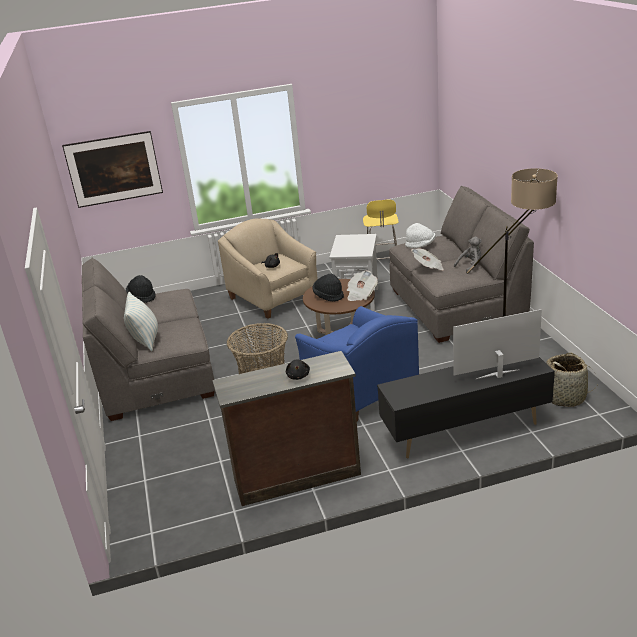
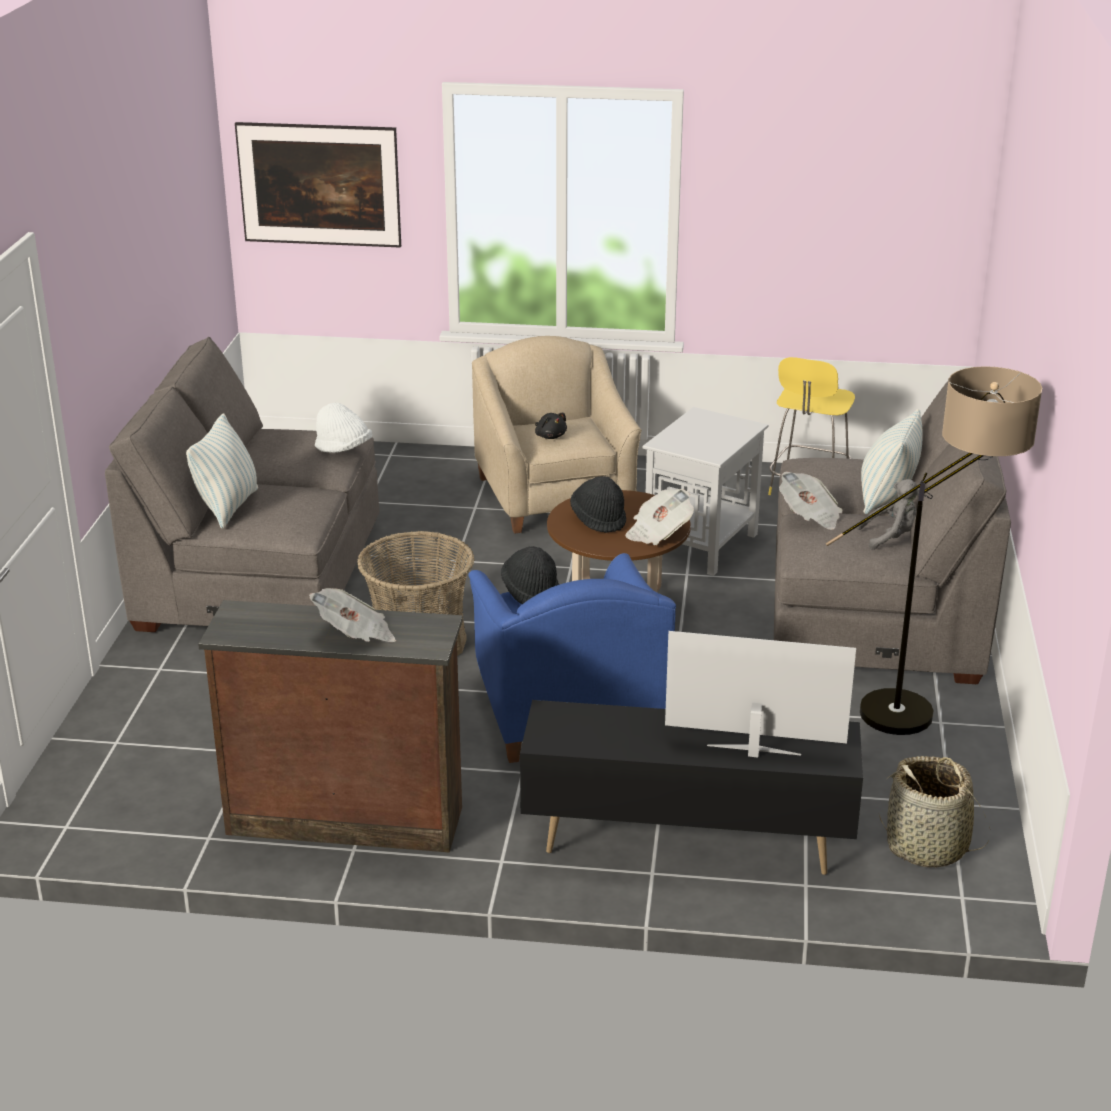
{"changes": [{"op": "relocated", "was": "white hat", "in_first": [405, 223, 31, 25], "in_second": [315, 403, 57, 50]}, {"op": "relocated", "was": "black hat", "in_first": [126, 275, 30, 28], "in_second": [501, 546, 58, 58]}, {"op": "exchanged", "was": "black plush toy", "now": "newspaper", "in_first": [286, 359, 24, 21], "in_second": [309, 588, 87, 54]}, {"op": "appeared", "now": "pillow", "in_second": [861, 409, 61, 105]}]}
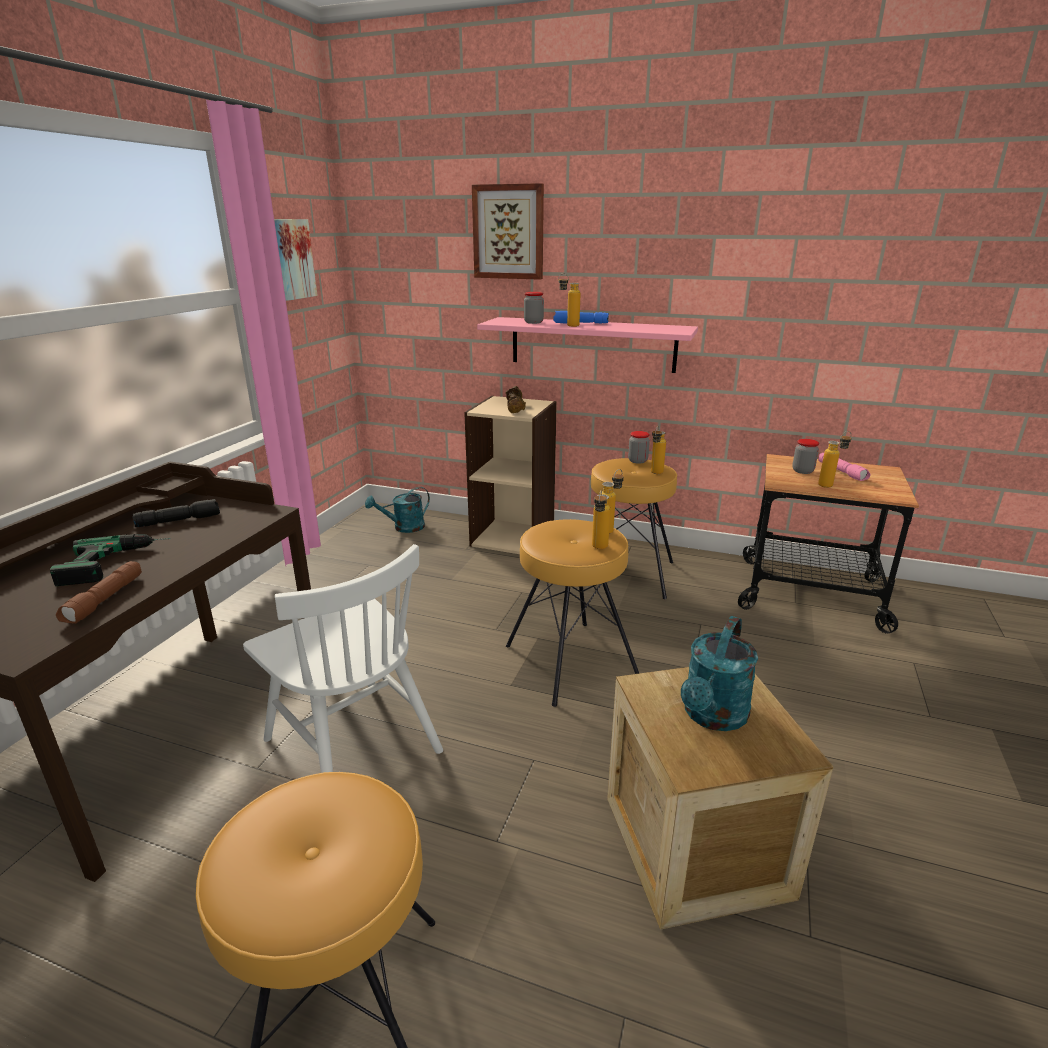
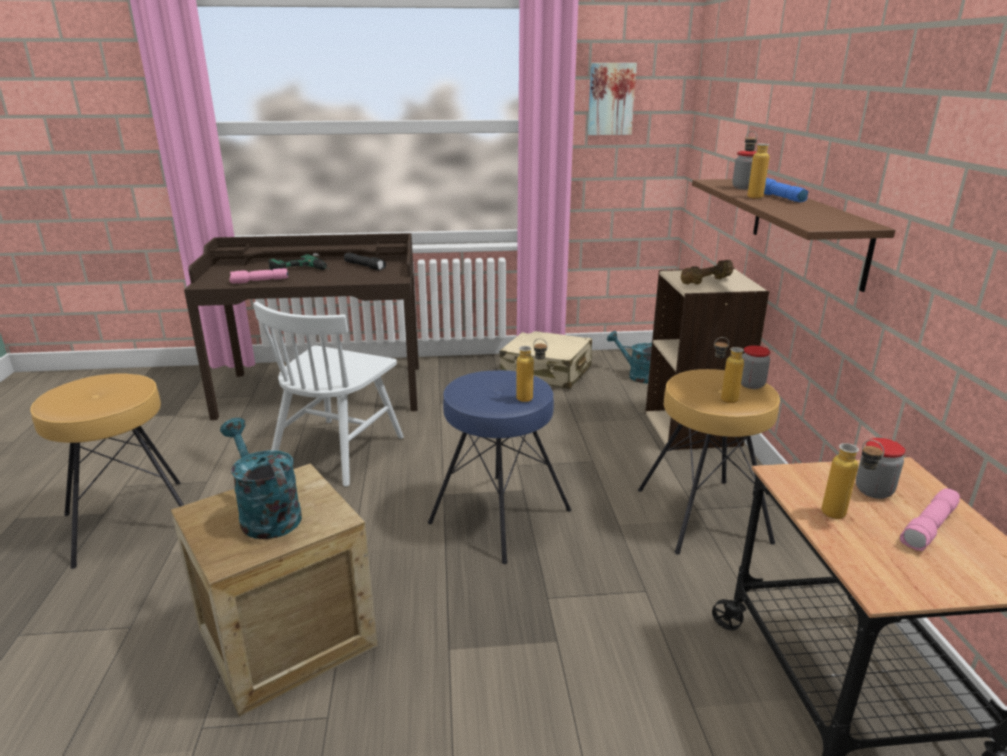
{"changes": [{"op": "missing", "was": "picture", "in_first": [472, 183, 72, 97]}, {"op": "colour", "was": "pink shelf", "now": "brown shelf", "in_first": [477, 317, 221, 56], "in_second": [692, 179, 204, 113]}, {"op": "missing", "was": "bottle", "in_first": [592, 490, 18, 59]}, {"op": "colour", "was": "brown stool", "now": "blue stool", "in_first": [506, 519, 133, 188], "in_second": [428, 370, 143, 194]}, {"op": "colour", "was": "brown flashlight", "now": "pink flashlight", "in_first": [56, 561, 86, 63], "in_second": [229, 268, 59, 16]}, {"op": "spun", "was": "turquoise watering can", "in_first": [681, 616, 77, 115], "in_second": [220, 418, 82, 121], "clockwise": 45}, {"op": "appeared", "now": "beige suitcase", "in_second": [500, 331, 92, 58]}]}
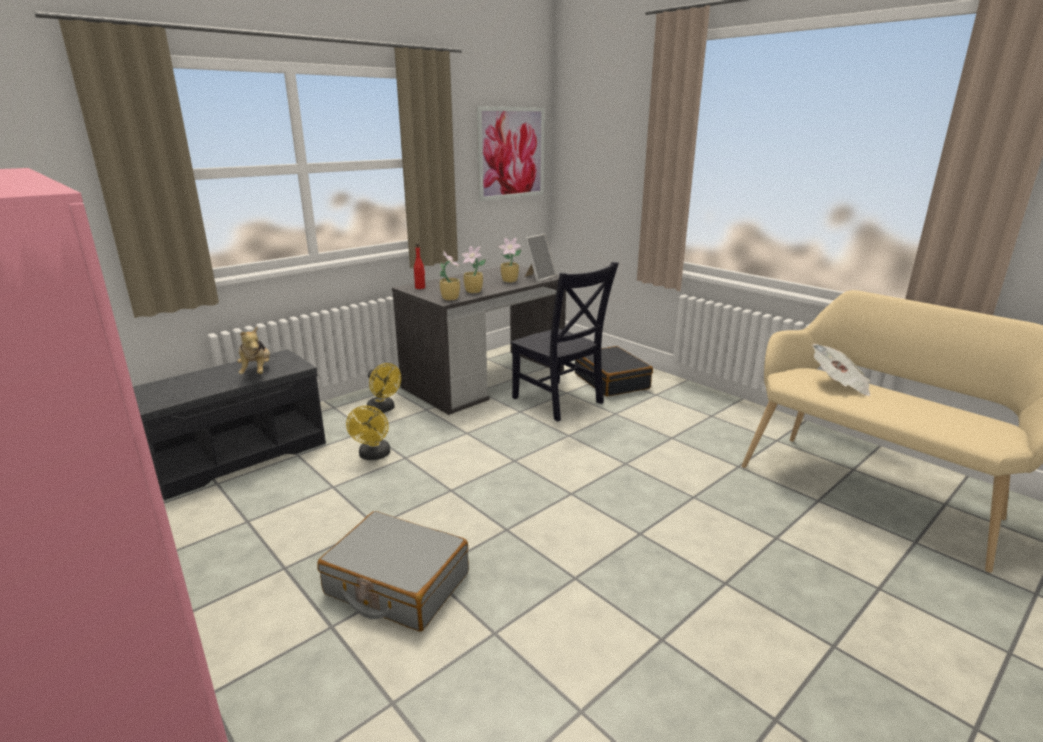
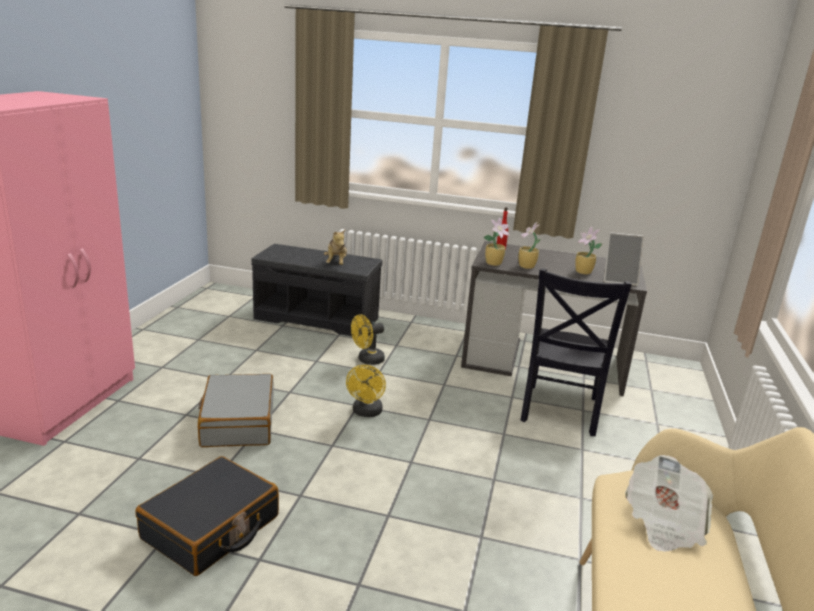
{"changes": [{"op": "missing", "was": "picture", "in_first": [477, 106, 68, 95]}, {"op": "spun", "was": "plush toy", "in_first": [237, 327, 33, 47], "in_second": [324, 230, 23, 35], "clockwise": -45}, {"op": "relocated", "was": "black suitcase", "in_first": [575, 346, 78, 51], "in_second": [135, 456, 144, 120]}, {"op": "relocated", "was": "yellow fan", "in_first": [367, 363, 34, 50], "in_second": [346, 365, 40, 52]}]}
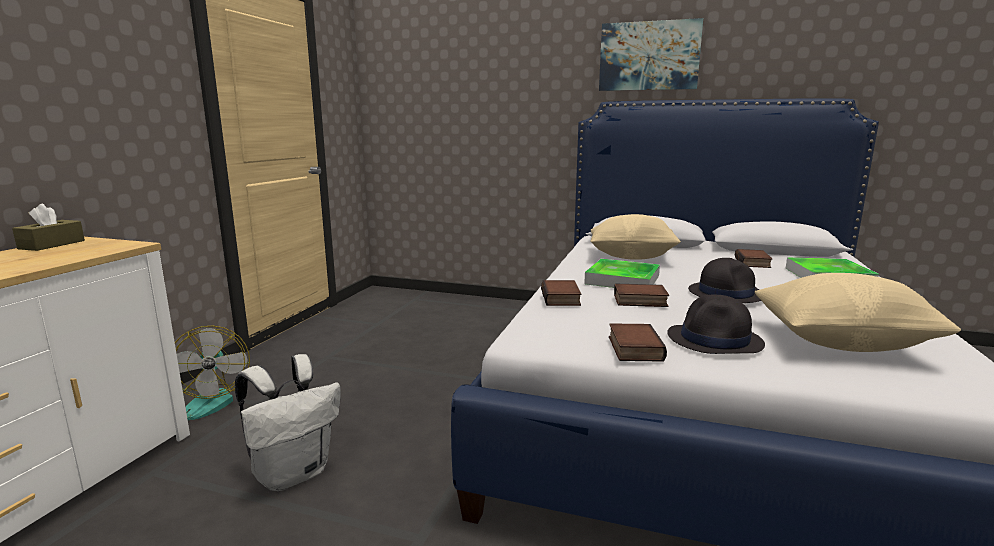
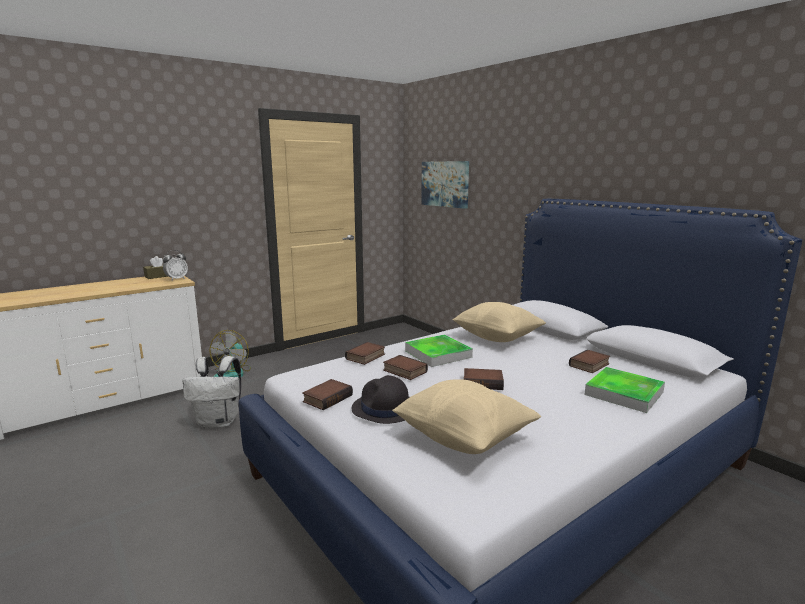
{"changes": [{"op": "relocated", "was": "picture", "in_first": [599, 18, 104, 73], "in_second": [421, 161, 48, 48]}, {"op": "exchanged", "was": "black hat", "now": "book", "in_first": [688, 258, 73, 45], "in_second": [464, 368, 40, 22]}, {"op": "appeared", "now": "alarm clock", "in_second": [163, 250, 25, 30]}]}
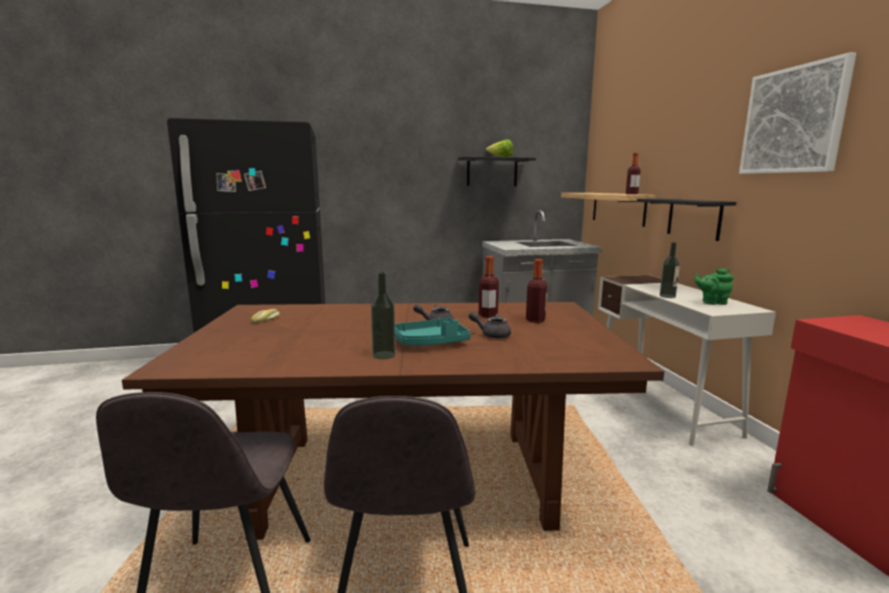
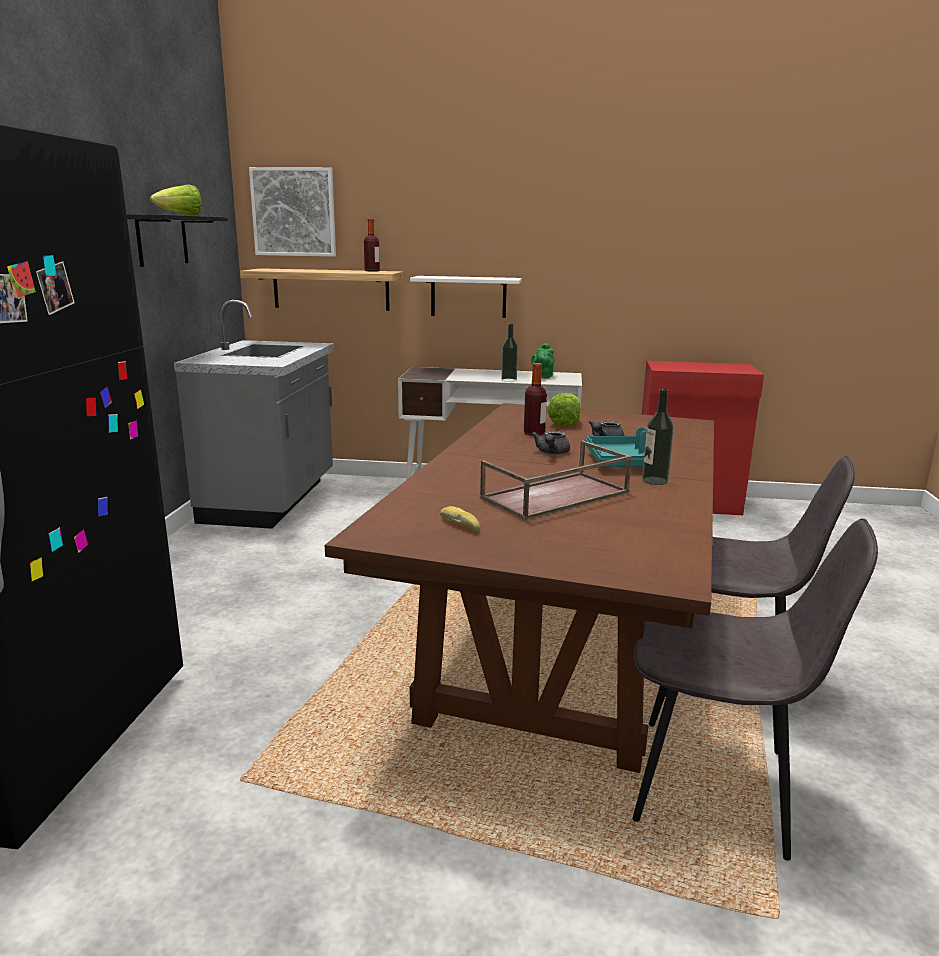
{"changes": [{"op": "relocated", "was": "picture", "in_first": [739, 52, 117, 122], "in_second": [249, 167, 87, 90]}, {"op": "colour", "was": "black shelf", "now": "white shelf", "in_first": [637, 199, 99, 42], "in_second": [410, 276, 112, 42]}, {"op": "exchanged", "was": "bottle", "now": "lettuce", "in_first": [526, 259, 21, 64], "in_second": [547, 393, 34, 34]}, {"op": "appeared", "now": "brown tray", "in_second": [480, 441, 152, 79]}]}
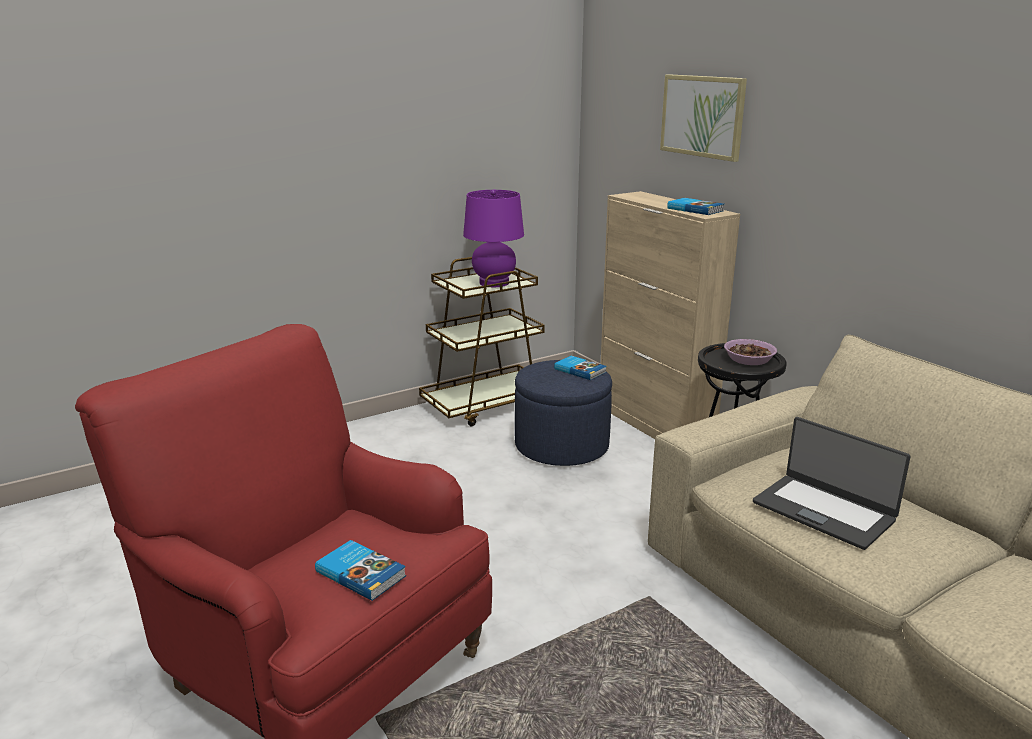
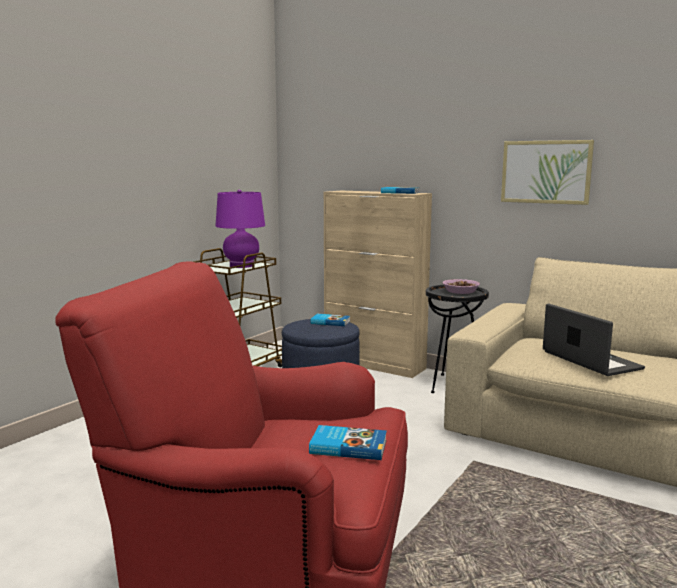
{"changes": [{"op": "relocated", "was": "picture", "in_first": [660, 74, 87, 88], "in_second": [501, 140, 93, 65]}, {"op": "spun", "was": "laptop", "in_first": [753, 417, 158, 133], "in_second": [543, 304, 102, 72], "clockwise": -135}]}
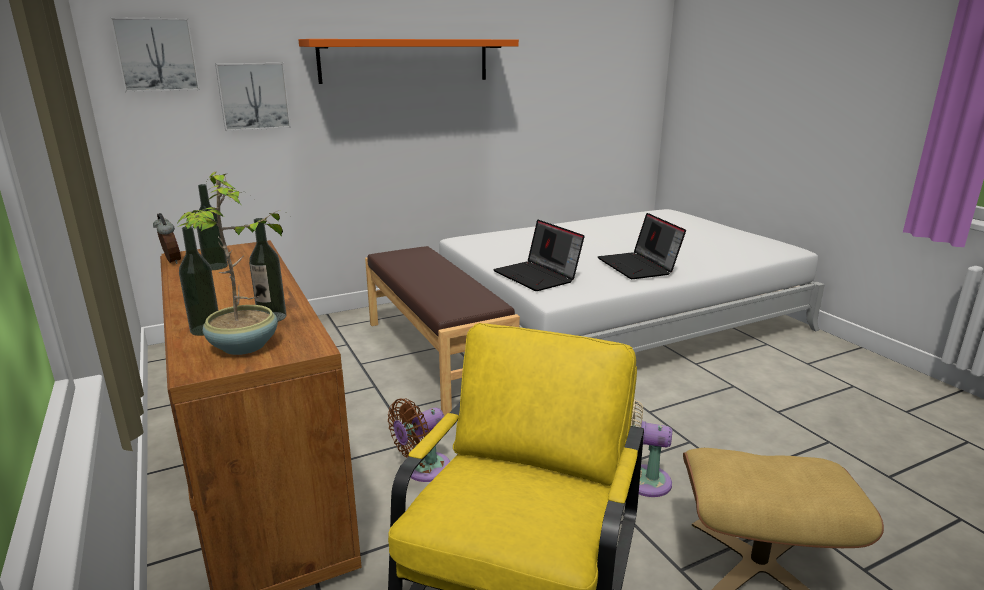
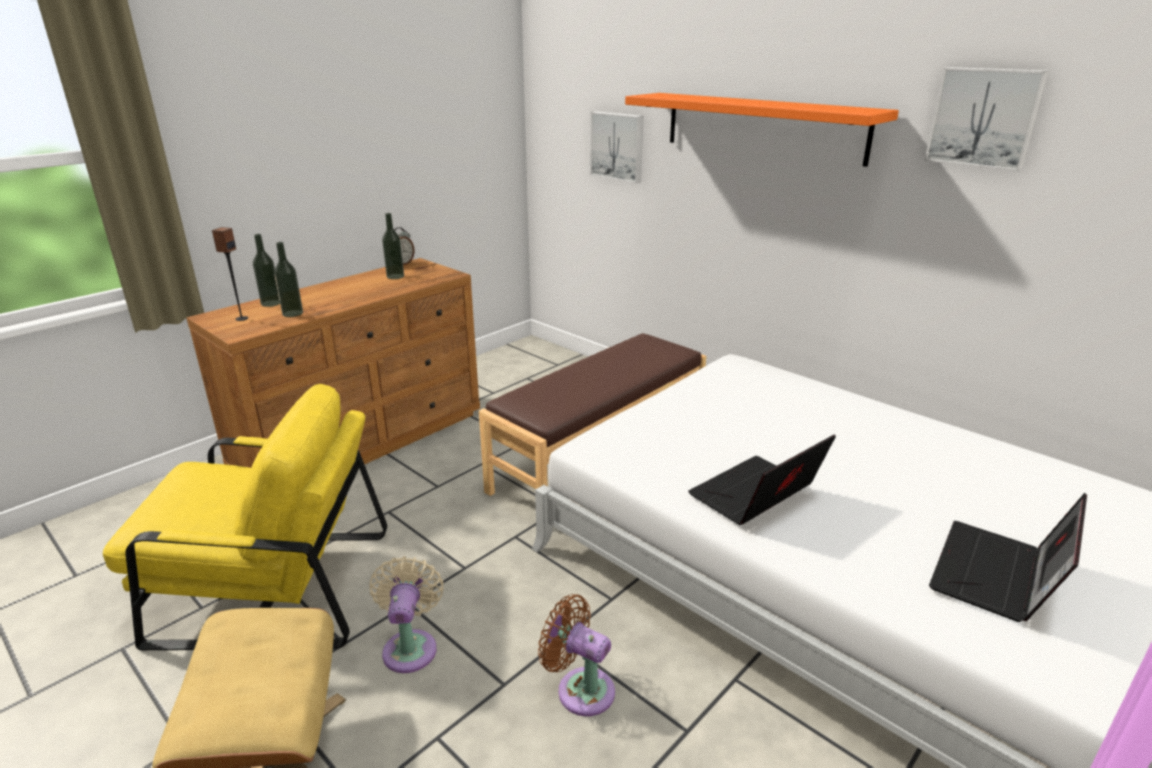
{"changes": [{"op": "relocated", "was": "picture", "in_first": [110, 17, 90, 75], "in_second": [924, 67, 124, 104]}, {"op": "exchanged", "was": "potted plant", "now": "speaker", "in_first": [176, 172, 113, 183], "in_second": [212, 227, 36, 94]}, {"op": "relocated", "was": "laptop", "in_first": [493, 220, 92, 71], "in_second": [929, 493, 158, 129]}, {"op": "relocated", "was": "brown fan", "in_first": [388, 398, 62, 84], "in_second": [538, 594, 77, 122]}]}
